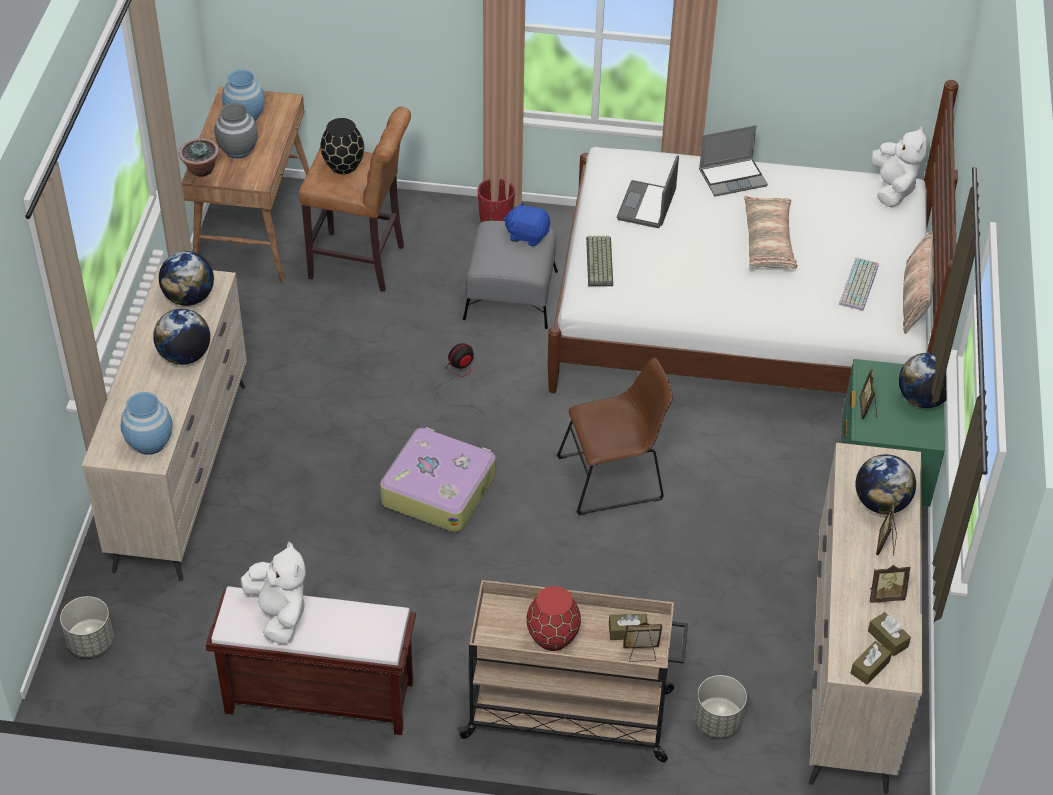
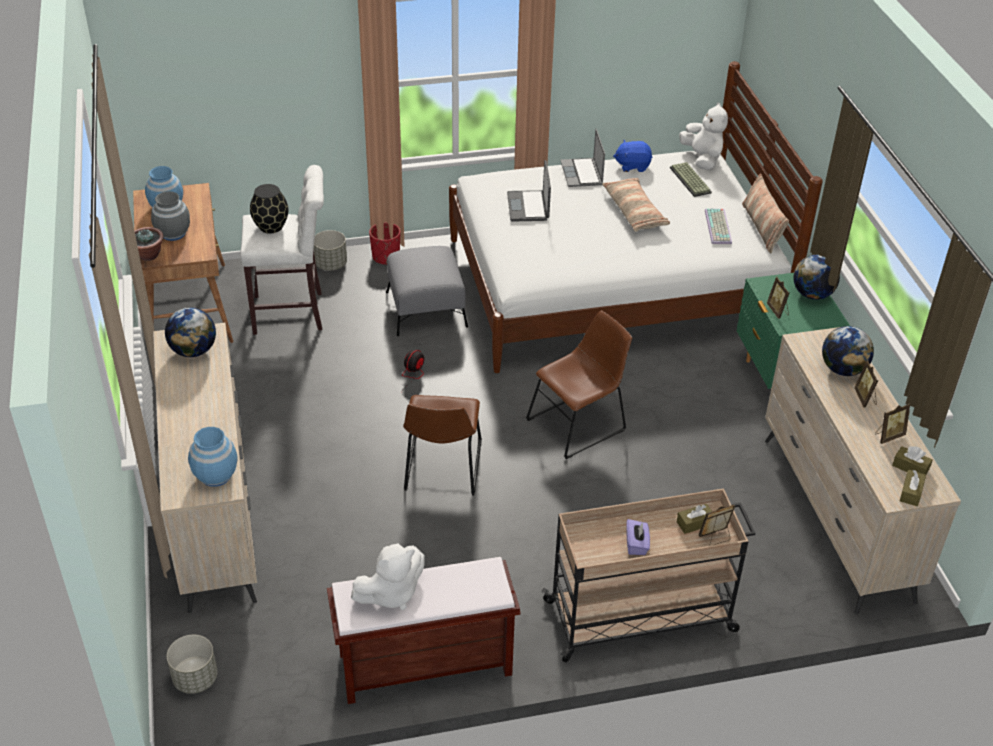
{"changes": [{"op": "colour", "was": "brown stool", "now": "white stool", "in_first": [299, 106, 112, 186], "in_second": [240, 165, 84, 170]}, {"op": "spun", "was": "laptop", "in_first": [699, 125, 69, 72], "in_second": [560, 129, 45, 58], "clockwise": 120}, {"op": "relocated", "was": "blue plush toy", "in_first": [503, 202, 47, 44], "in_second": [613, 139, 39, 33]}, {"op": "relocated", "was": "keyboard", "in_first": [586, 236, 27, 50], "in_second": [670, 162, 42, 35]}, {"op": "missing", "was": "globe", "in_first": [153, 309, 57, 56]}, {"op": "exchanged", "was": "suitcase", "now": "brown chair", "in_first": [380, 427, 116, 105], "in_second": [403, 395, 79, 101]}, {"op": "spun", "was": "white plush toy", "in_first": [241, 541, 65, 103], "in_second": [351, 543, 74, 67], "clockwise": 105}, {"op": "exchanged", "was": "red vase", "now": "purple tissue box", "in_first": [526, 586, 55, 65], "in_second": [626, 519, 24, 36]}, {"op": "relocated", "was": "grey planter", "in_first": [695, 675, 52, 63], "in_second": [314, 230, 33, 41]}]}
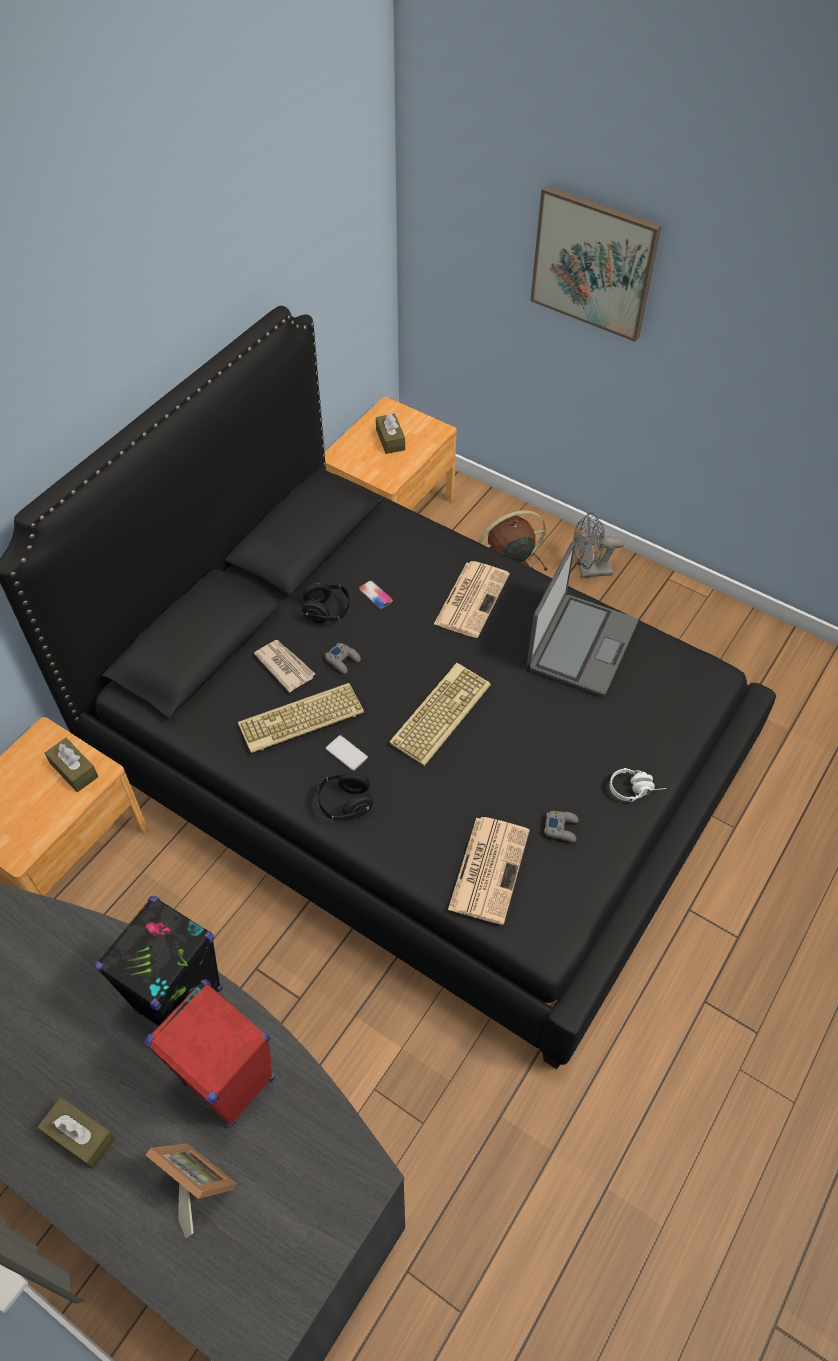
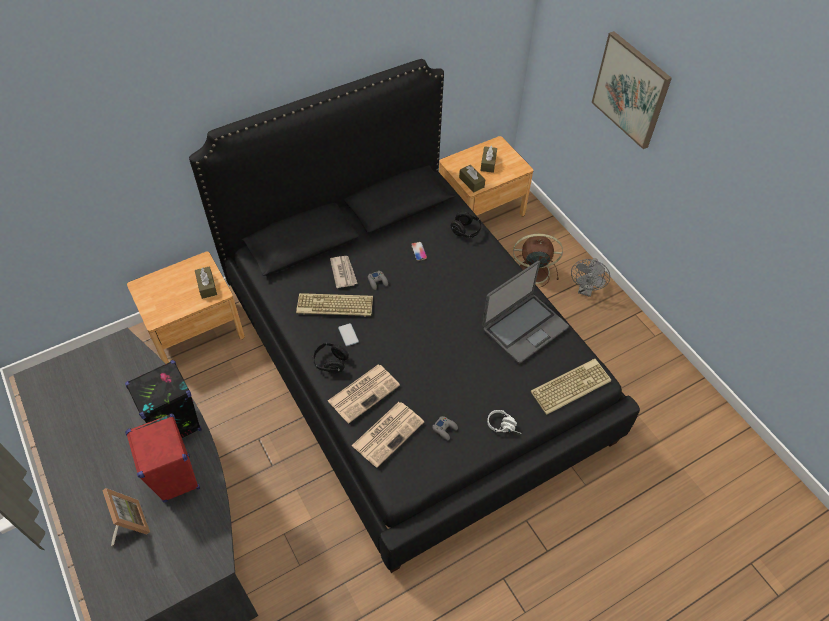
{"changes": [{"op": "spun", "was": "grey fan", "in_first": [573, 512, 52, 66], "in_second": [571, 258, 39, 39], "clockwise": -90}, {"op": "relocated", "was": "newspaper", "in_first": [434, 561, 76, 77], "in_second": [328, 365, 72, 58]}, {"op": "relocated", "was": "black headphones", "in_first": [302, 582, 50, 41], "in_second": [451, 211, 32, 27]}, {"op": "relocated", "was": "keyboard", "in_first": [389, 663, 102, 103], "in_second": [531, 359, 80, 56]}, {"op": "relocated", "was": "brown tissue box", "in_first": [37, 1097, 79, 72], "in_second": [459, 165, 26, 27]}]}
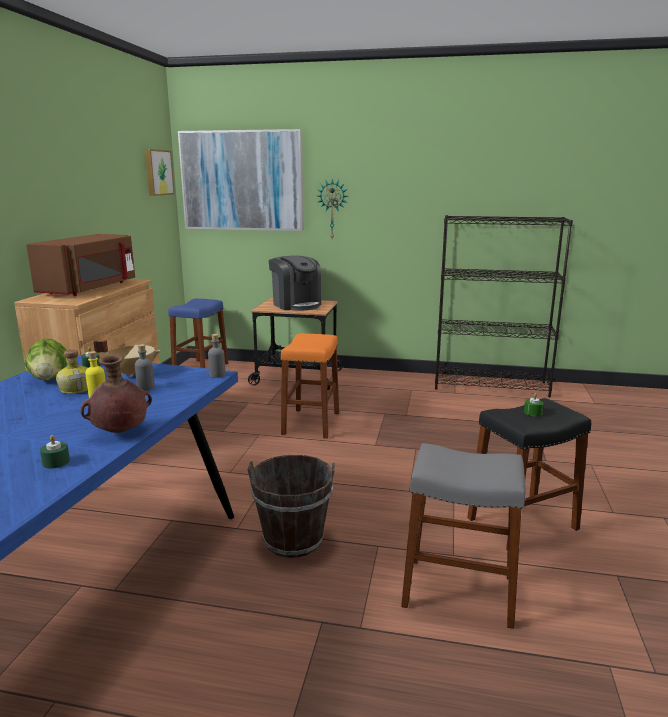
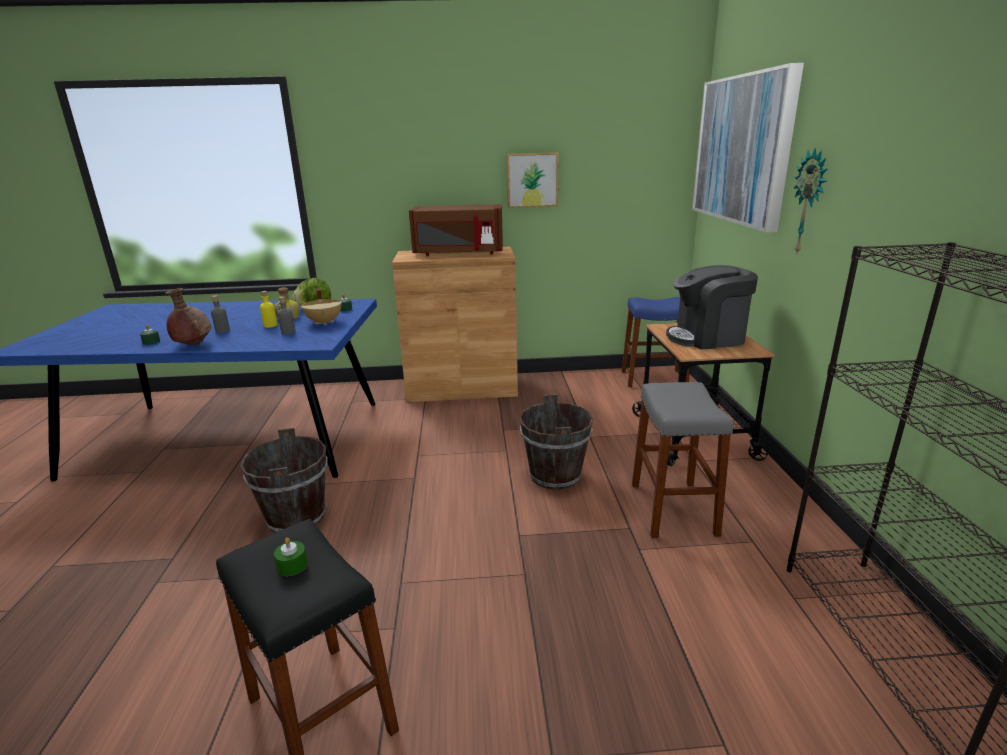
{"changes": [{"op": "relocated", "was": "picture", "in_first": [145, 149, 29, 47], "in_second": [507, 152, 52, 56]}, {"op": "spun", "was": "coffee machine", "in_first": [269, 256, 52, 55], "in_second": [666, 265, 92, 84], "clockwise": 45}, {"op": "exchanged", "was": "orange stool", "now": "brown bucket", "in_first": [281, 333, 58, 106], "in_second": [519, 395, 74, 95]}, {"op": "relocated", "was": "grey bottle", "in_first": [208, 334, 17, 44], "in_second": [211, 295, 19, 38]}, {"op": "relocated", "was": "grey stool", "in_first": [401, 443, 124, 186], "in_second": [632, 382, 101, 156]}]}
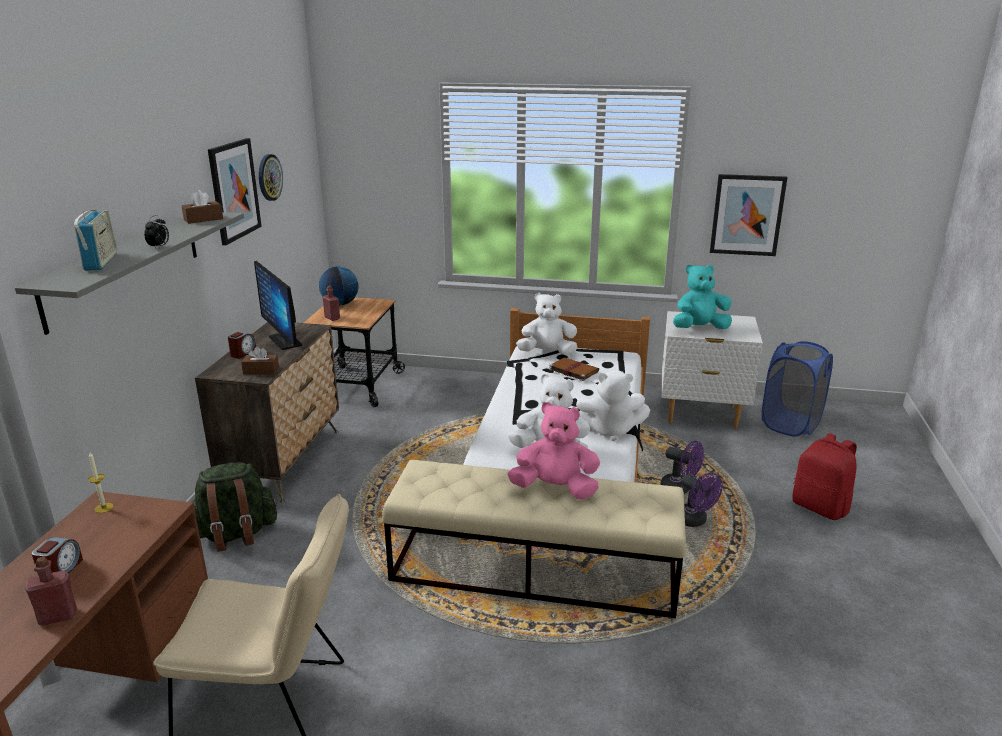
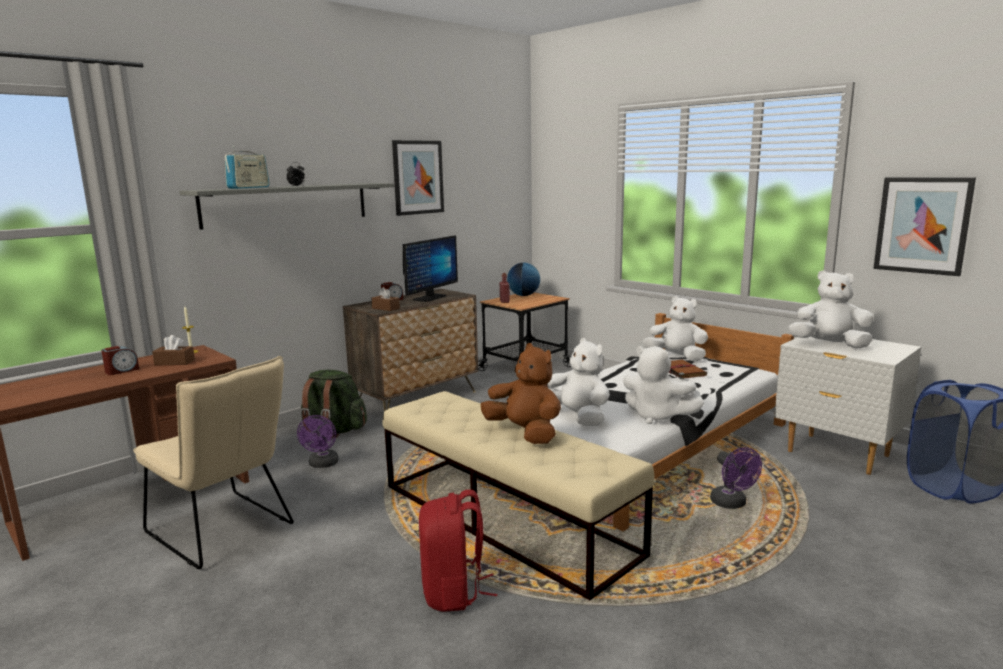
{"changes": [{"op": "missing", "was": "wall clock", "in_first": [259, 154, 24, 47]}, {"op": "relocated", "was": "brown tissue box", "in_first": [182, 190, 41, 34], "in_second": [152, 335, 43, 30]}, {"op": "spun", "was": "monitor", "in_first": [254, 261, 48, 89], "in_second": [403, 235, 55, 67], "clockwise": -150}, {"op": "colour", "was": "turquoise plush toy", "now": "white plush toy", "in_first": [673, 264, 59, 65], "in_second": [789, 270, 85, 78]}, {"op": "colour", "was": "pink plush toy", "now": "brown plush toy", "in_first": [507, 402, 93, 98], "in_second": [481, 343, 80, 101]}, {"op": "relocated", "was": "red backpack", "in_first": [792, 433, 65, 87], "in_second": [419, 489, 78, 123]}, {"op": "relocated", "was": "purple fan", "in_first": [681, 473, 41, 54], "in_second": [297, 415, 42, 53]}, {"op": "missing", "was": "red bottle", "in_first": [25, 557, 52, 69]}]}
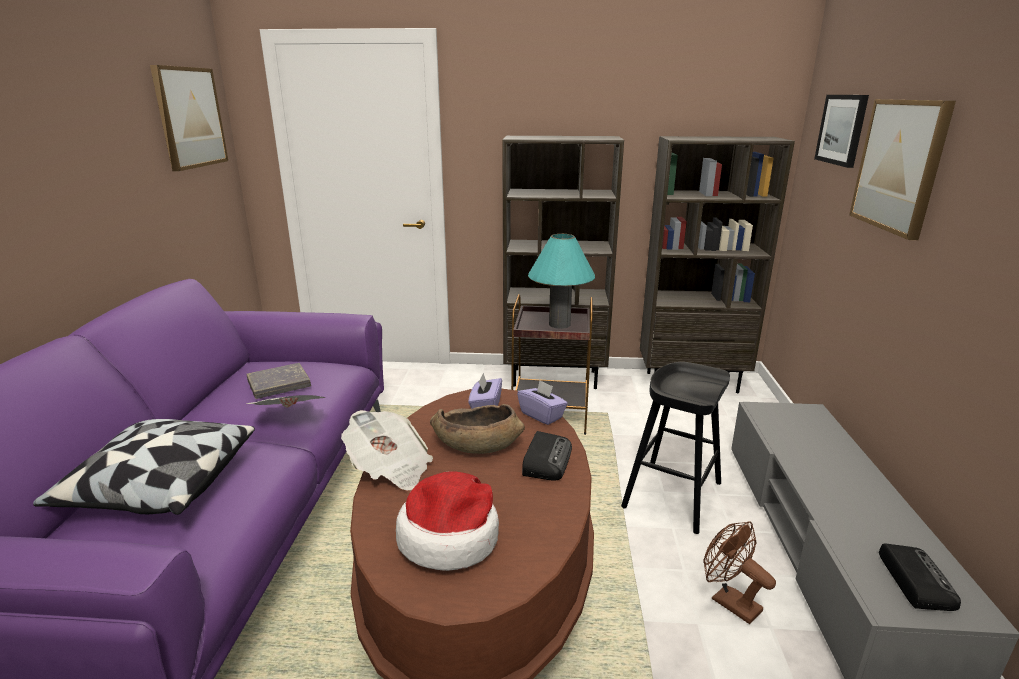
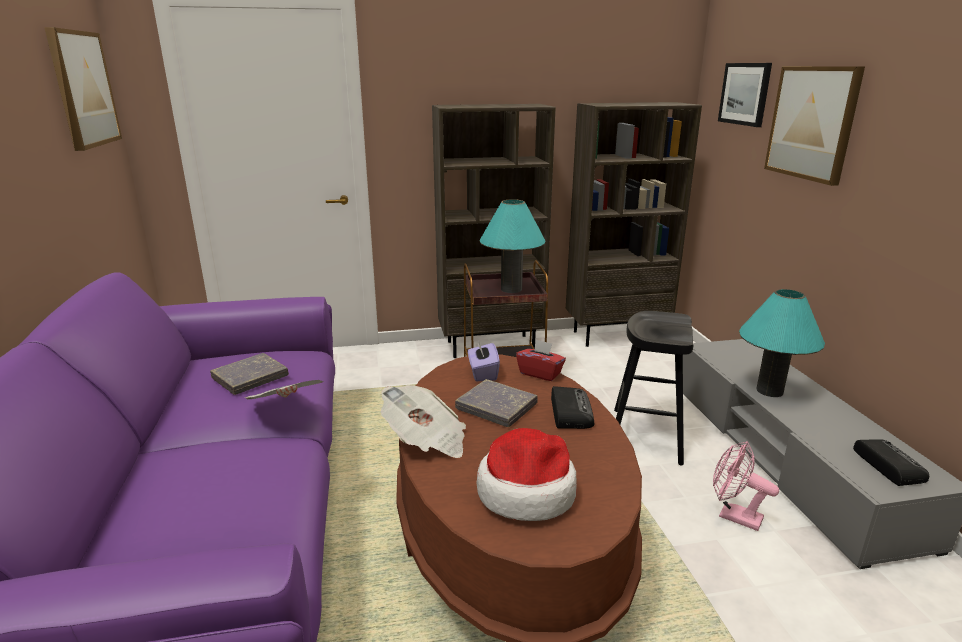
{"changes": [{"op": "colour", "was": "purple tissue box", "now": "red tissue box", "in_first": [517, 380, 51, 45], "in_second": [516, 339, 50, 42]}, {"op": "exchanged", "was": "brown bowl", "now": "grey book", "in_first": [430, 404, 95, 50], "in_second": [455, 379, 83, 48]}, {"op": "missing", "was": "pillow", "in_first": [33, 419, 222, 96]}, {"op": "colour", "was": "brown fan", "now": "pink fan", "in_first": [703, 521, 73, 103], "in_second": [713, 441, 66, 90]}, {"op": "appeared", "now": "turquoise table lamp", "in_second": [739, 289, 86, 108]}]}
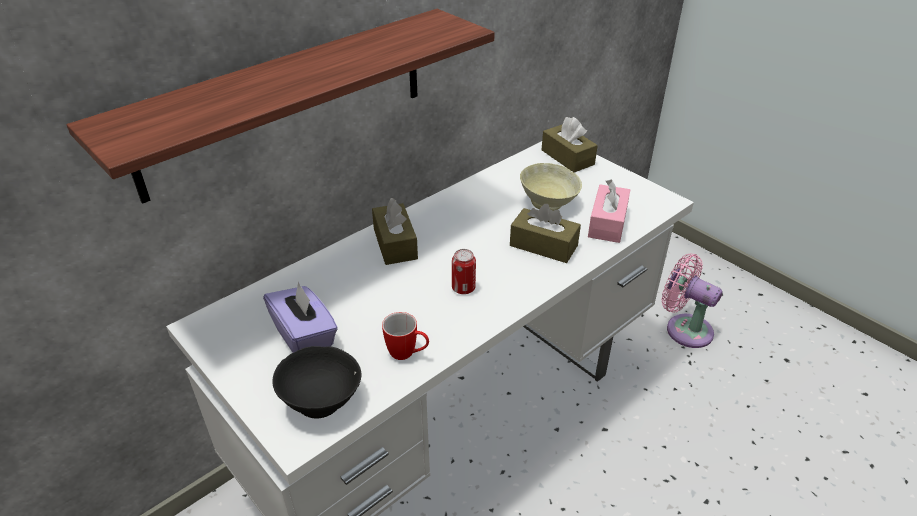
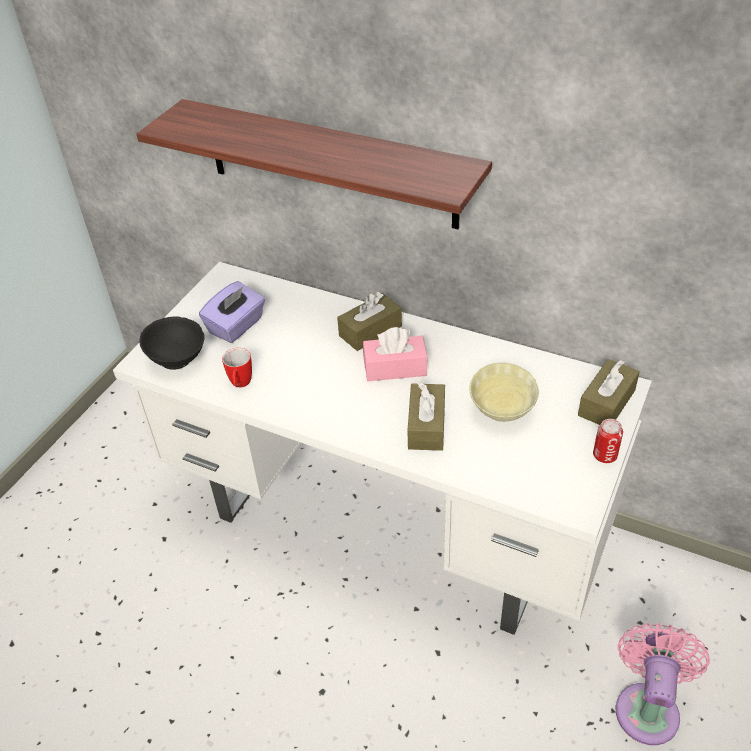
{"changes": [{"op": "relocated", "was": "pink tissue box", "in_first": [588, 179, 42, 64], "in_second": [363, 327, 65, 54]}, {"op": "relocated", "was": "can", "in_first": [452, 249, 24, 45], "in_second": [593, 419, 30, 44]}]}
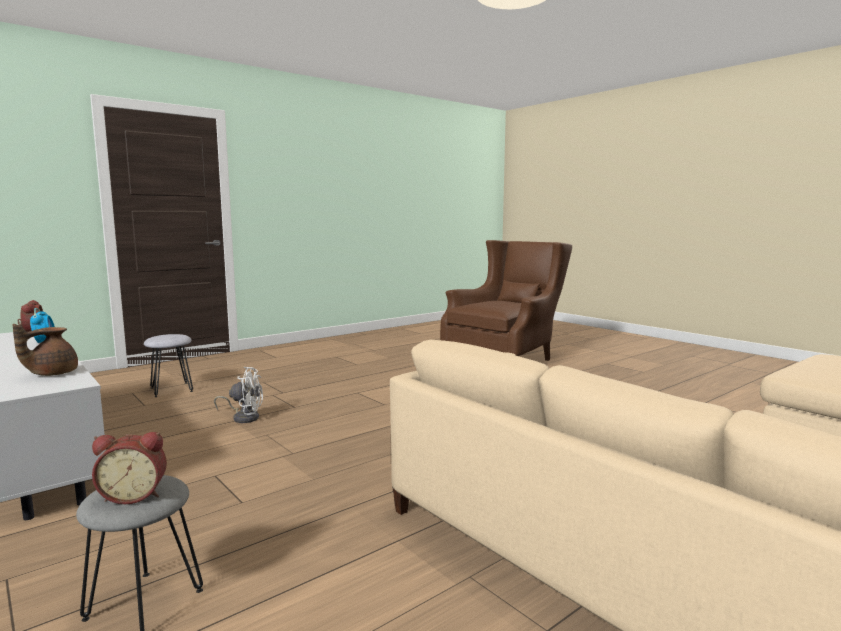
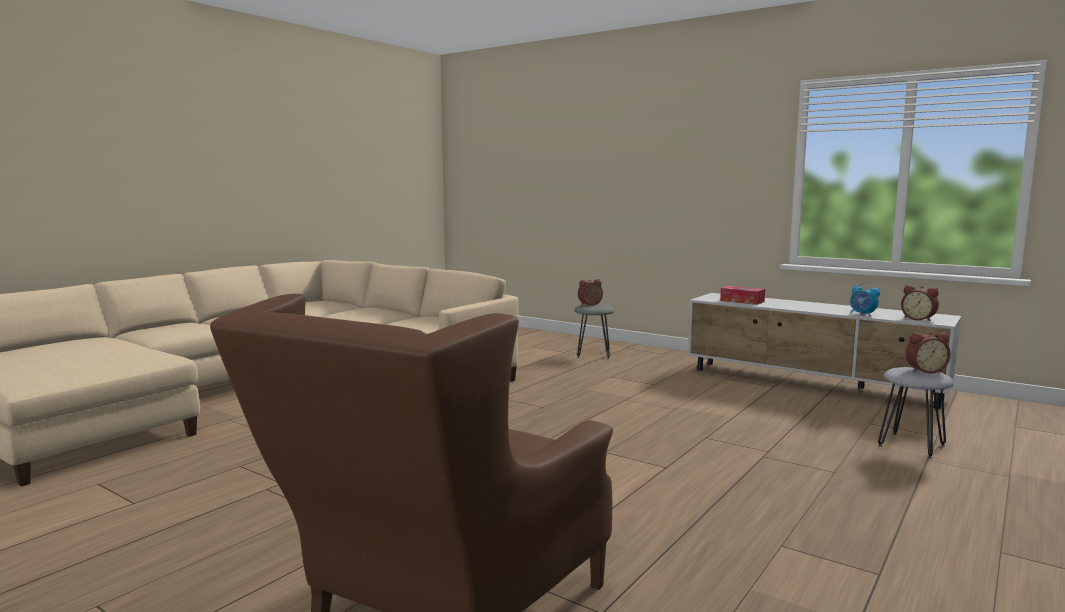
{"changes": [{"op": "exchanged", "was": "brown teapot", "now": "tissue box", "in_first": [13, 324, 65, 52], "in_second": [720, 286, 45, 19]}, {"op": "missing", "was": "white fan", "in_first": [214, 367, 49, 56]}, {"op": "appeared", "now": "alarm clock", "in_second": [905, 332, 46, 41]}]}
